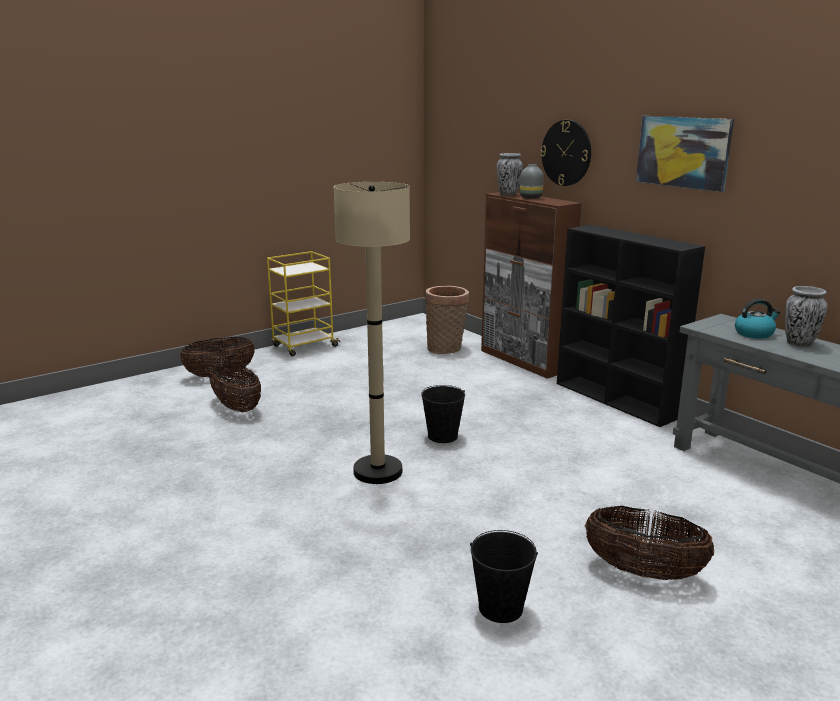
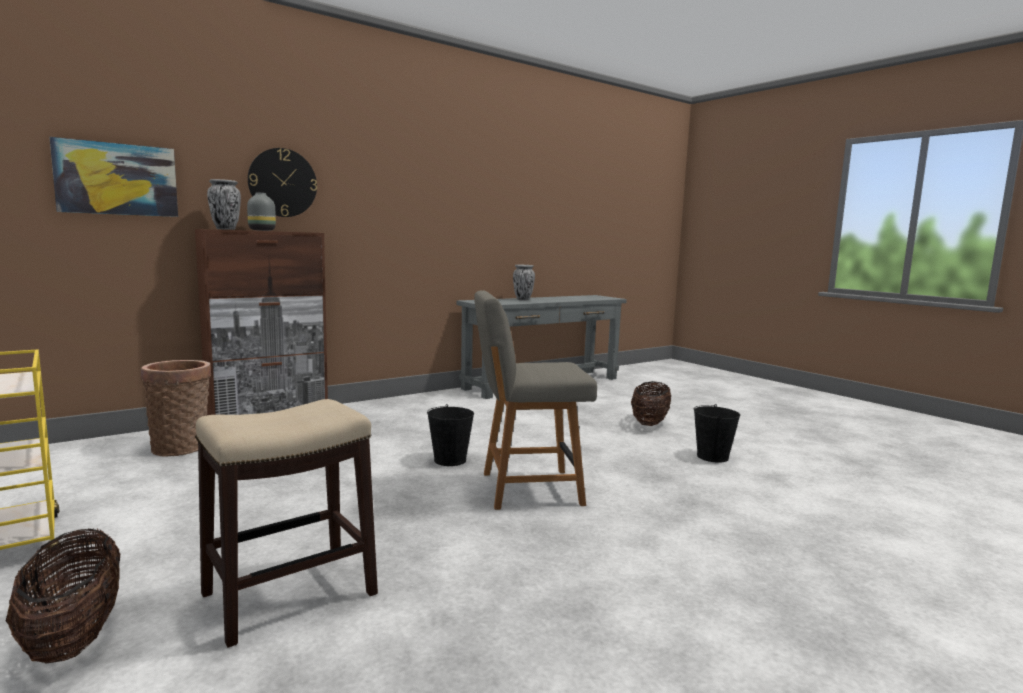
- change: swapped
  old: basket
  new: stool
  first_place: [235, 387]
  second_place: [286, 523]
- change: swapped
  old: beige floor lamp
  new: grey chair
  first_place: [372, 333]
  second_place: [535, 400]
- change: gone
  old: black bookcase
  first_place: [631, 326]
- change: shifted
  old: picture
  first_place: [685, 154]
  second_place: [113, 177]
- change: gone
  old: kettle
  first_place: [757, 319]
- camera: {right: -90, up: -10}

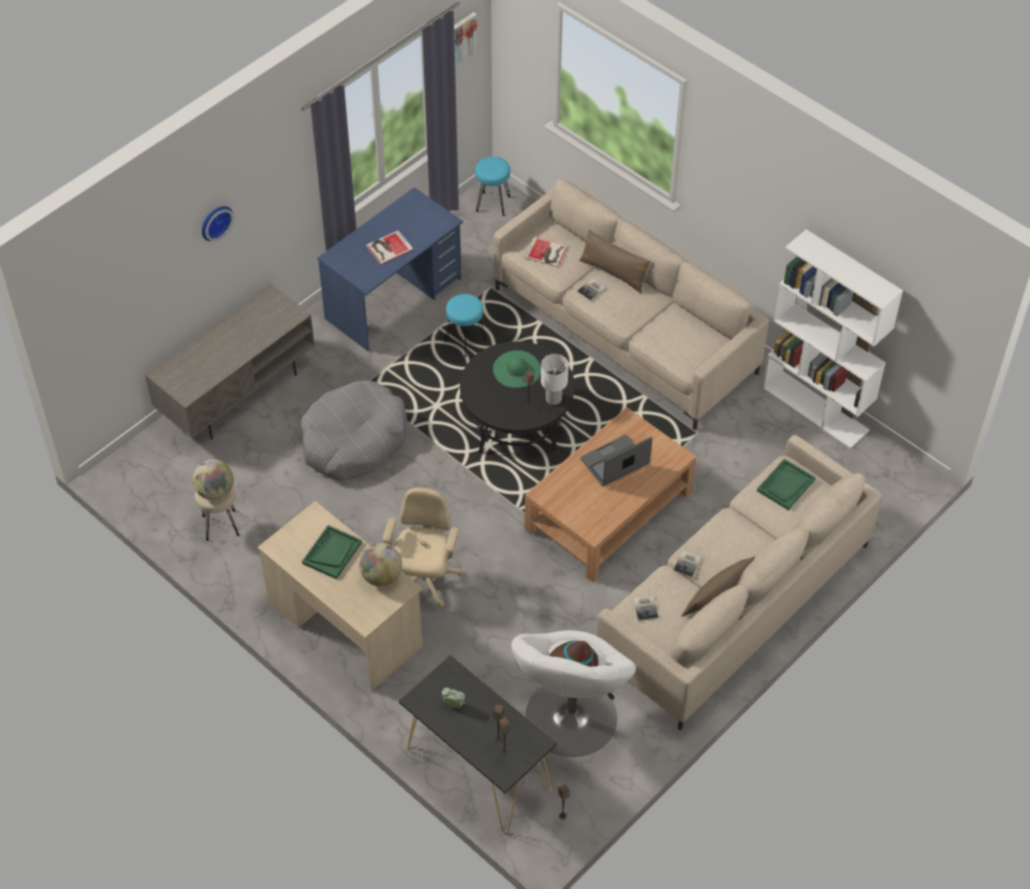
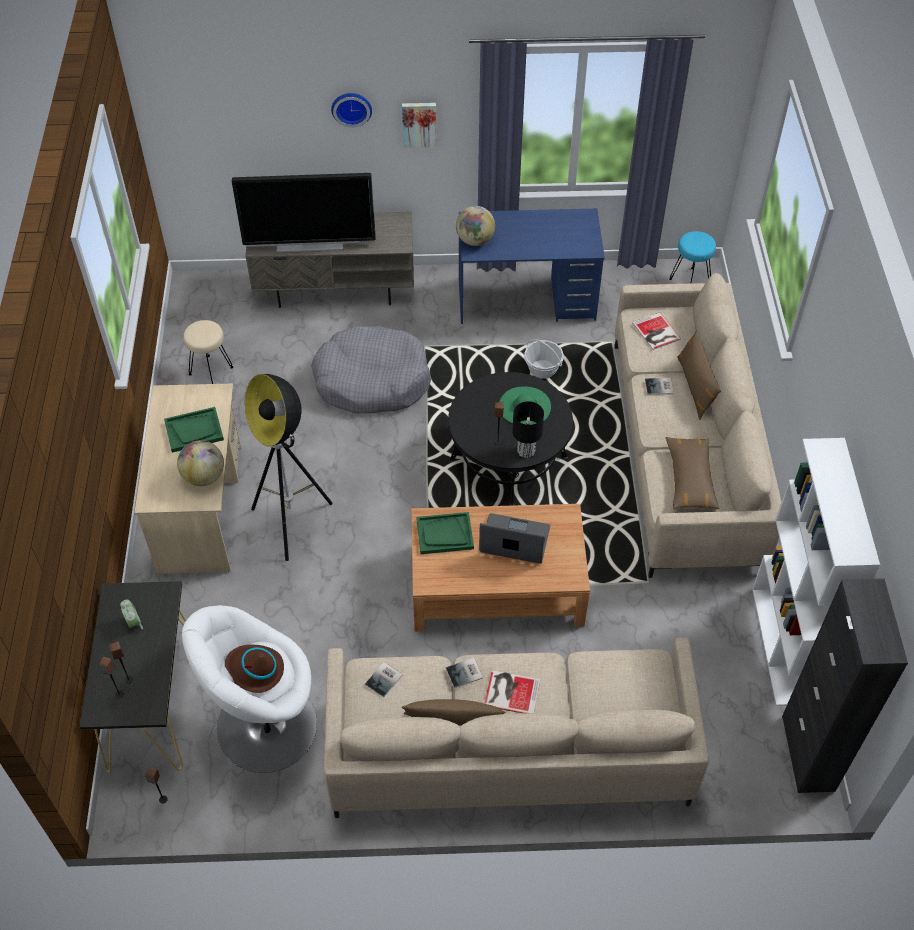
- change: shifted
  old: globe
  first_place: [213, 479]
  second_place: [475, 226]
- change: shifted
  old: book
  first_place: [390, 248]
  second_place: [512, 691]
- change: swapped
  old: beige office chair
  new: floor lamp
  first_place: [422, 548]
  second_place: [288, 467]
- change: swapped
  old: turquoise stool
  new: basket
  first_place: [465, 325]
  second_place: [544, 359]
- change: shifted
  old: picture
  first_place: [466, 38]
  second_place: [419, 125]
- change: repainted
  old: white table lamp
  new: black table lamp
  first_place: [555, 379]
  second_place: [528, 429]
- change: shifted
  old: green tray
  first_place: [786, 484]
  second_place: [445, 533]
- change: new
  new: television
  second_place: [304, 213]
- change: new
  new: brown pillow
  second_place: [692, 473]
- change: new
  new: black cabinet
  second_place: [845, 685]
- camera: {right: 45, up: 0}

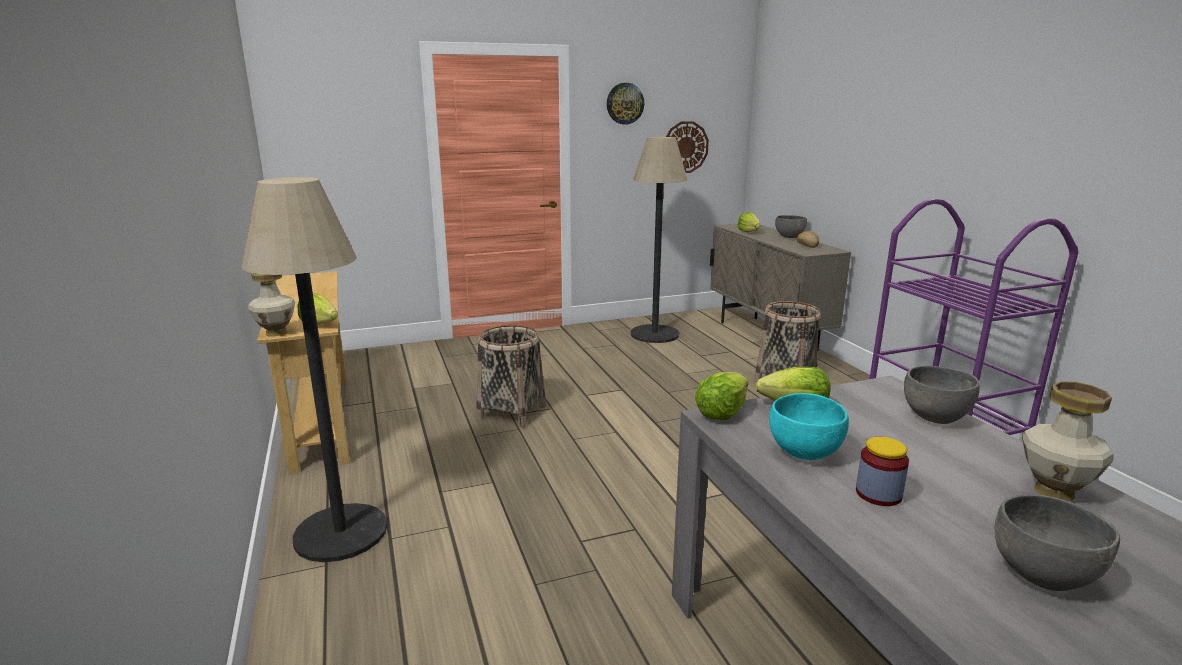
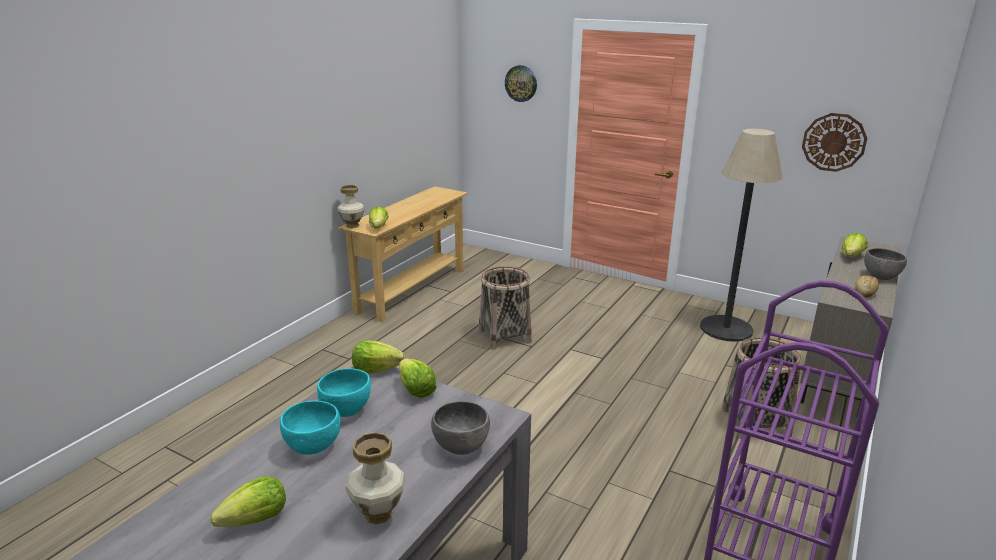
- change: gone
  old: floor lamp
  first_place: [314, 369]
- change: shifted
  old: wall clock
  first_place: [625, 104]
  second_place: [521, 83]
- change: swapped
  old: jar
  new: turquoise bowl
  first_place: [882, 471]
  second_place: [310, 428]
- change: swapped
  old: grey bowl
  new: lettuce
  first_place: [1057, 542]
  second_place: [248, 501]
- camera: {right: 50, up: 5}

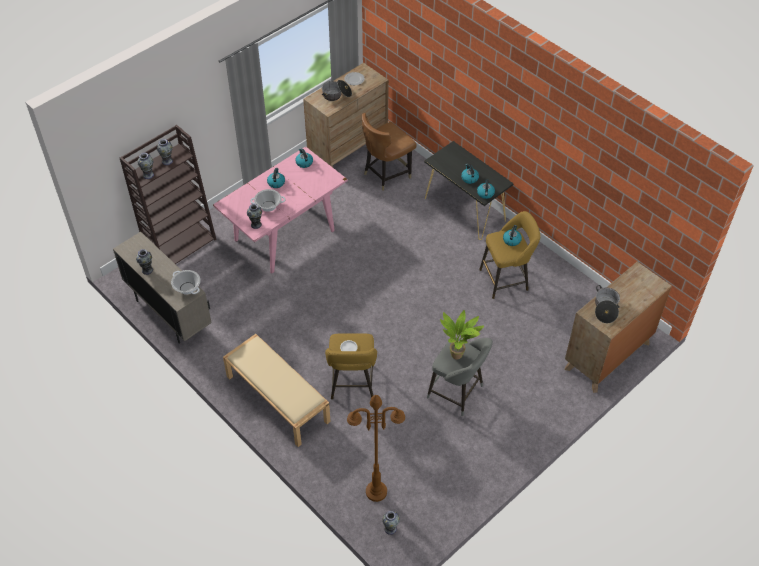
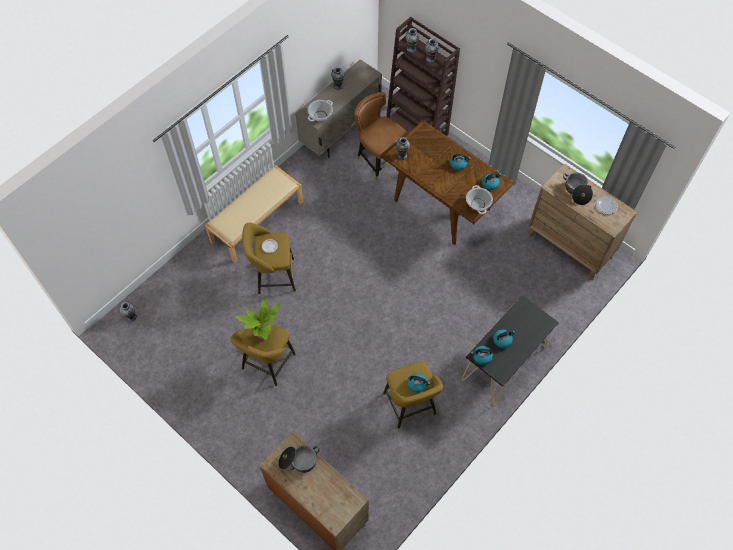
- change: repainted
  old: pink dining table
  new: brown dining table
  first_place: [280, 210]
  second_place: [448, 182]
- change: shifted
  old: cooking pot
  first_place: [268, 200]
  second_place: [479, 199]
- change: gone
  old: brown floor lamp
  first_place: [376, 448]
- change: shifted
  old: brown chair
  first_place: [389, 152]
  second_place: [381, 136]
- change: repainted
  old: grey stool
  new: yellow stool
  first_place: [460, 377]
  second_place: [263, 353]
- camera: {right: 85, up: 10}

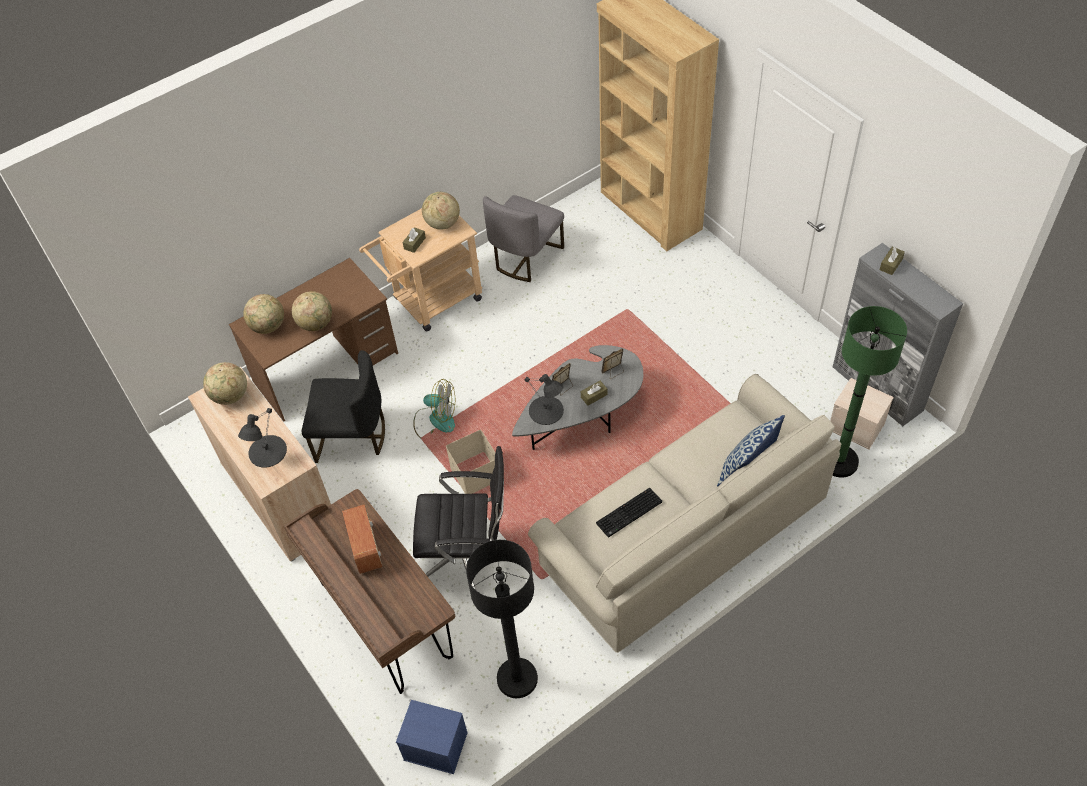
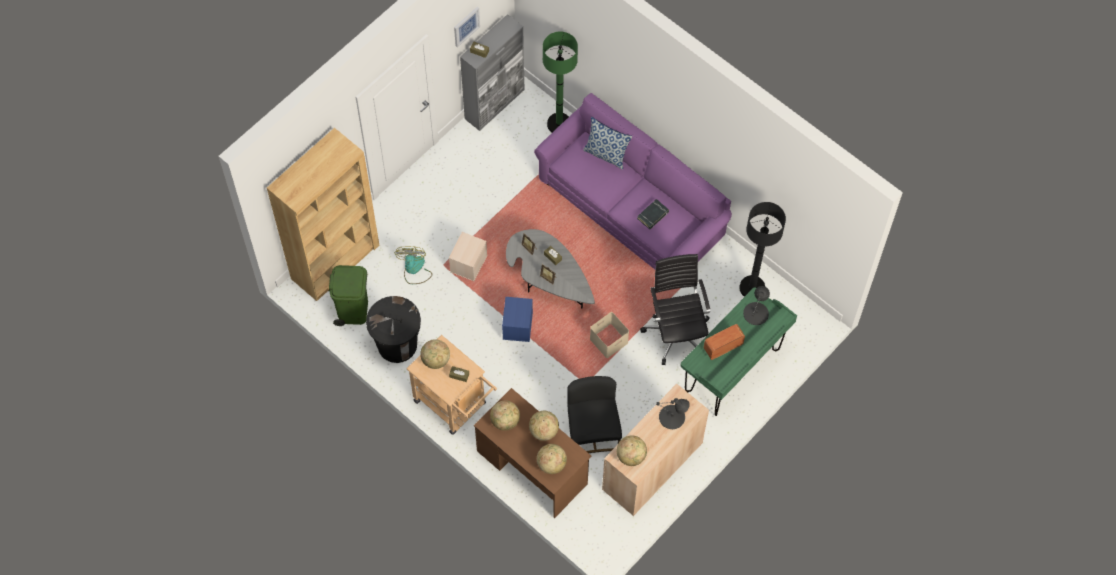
- change: repainted
  old: brown desk
  new: green desk
  first_place: [369, 591]
  second_place: [738, 351]
- change: shifted
  old: blue storage box
  first_place: [432, 737]
  second_place: [517, 319]
- change: shifted
  old: fan
  first_place: [434, 408]
  second_place: [413, 265]
- change: swapped
  old: grey chair
  new: black trash can
  first_place: [523, 238]
  second_place: [393, 329]
- change: shifted
  old: black table lamp
  first_place: [544, 399]
  second_place: [756, 305]
- change: repainted
  old: beige sofa
  new: purple sofa
  first_place: [684, 513]
  second_place: [633, 181]
- change: swapped
  old: keyboard
  new: black book
  first_place: [629, 513]
  second_place: [653, 214]
- change: shifted
  old: beige storage box
  first_place: [862, 413]
  second_place: [468, 256]
- change: new
  new: green trash can
  second_place: [348, 295]
- change: new
  new: picture
  second_place: [467, 27]
- change: new
  new: globe
  second_place: [505, 416]
- camera: {right: -105, up: 10}

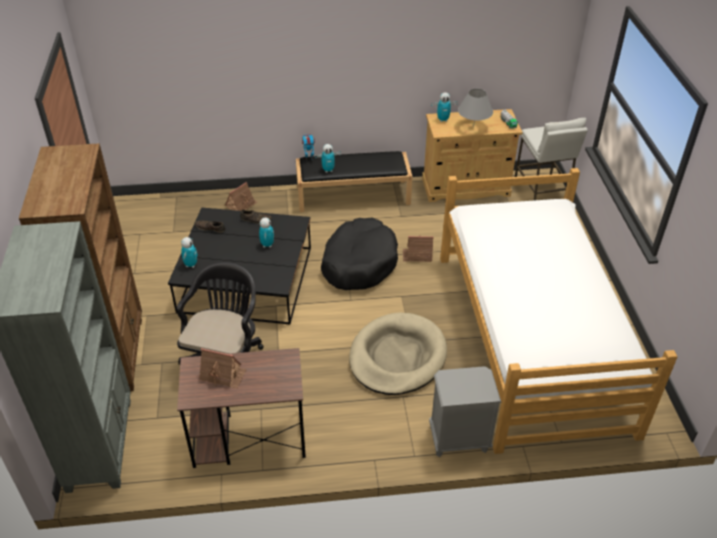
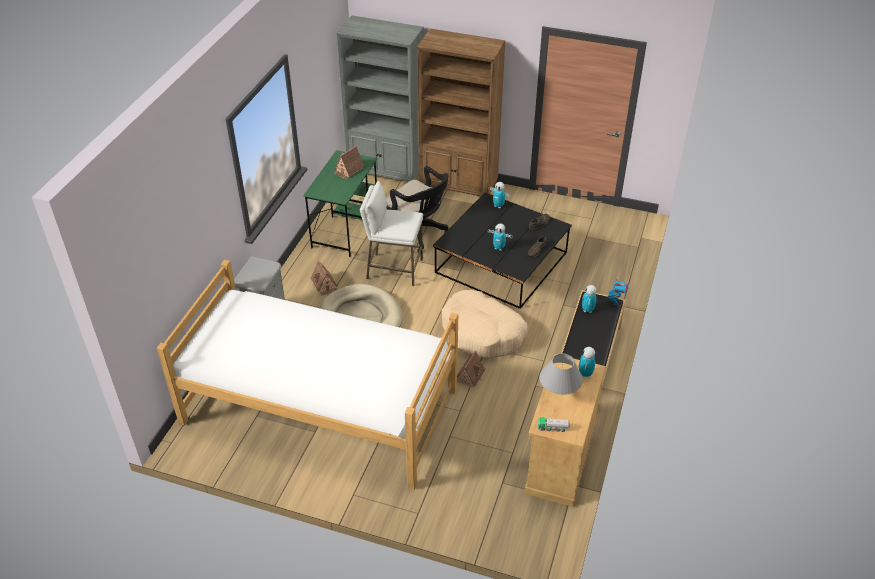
- change: repainted
  old: brown desk
  new: green desk
  first_place: [241, 408]
  second_place: [340, 203]
- change: shifted
  old: toy house
  first_place: [241, 196]
  second_place: [324, 278]
- change: repainted
  old: black dog bed
  new: beige dog bed
  first_place: [359, 253]
  second_place: [485, 324]
- change: shifted
  old: white stool
  first_place: [551, 159]
  second_place: [391, 233]
- camera: {right: 115, up: 0}

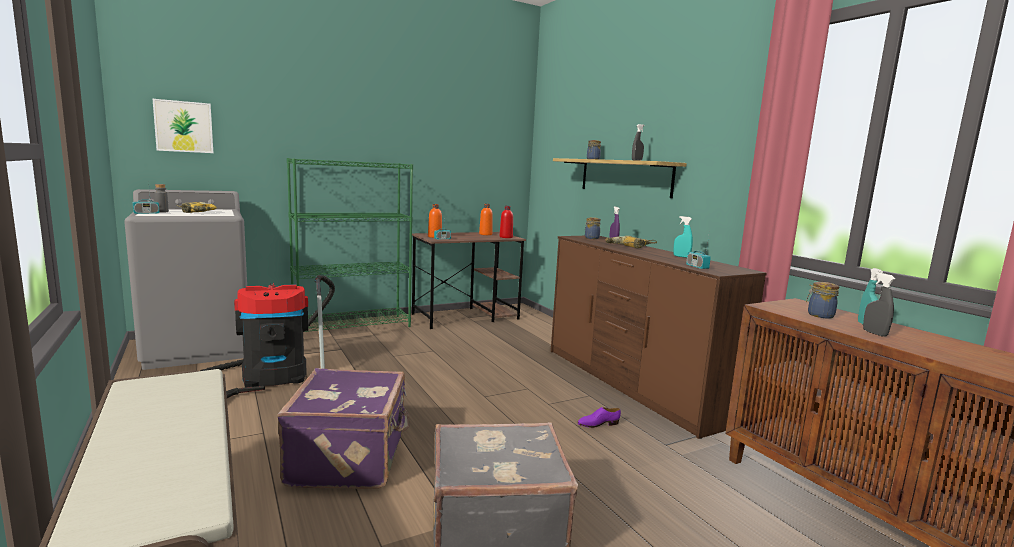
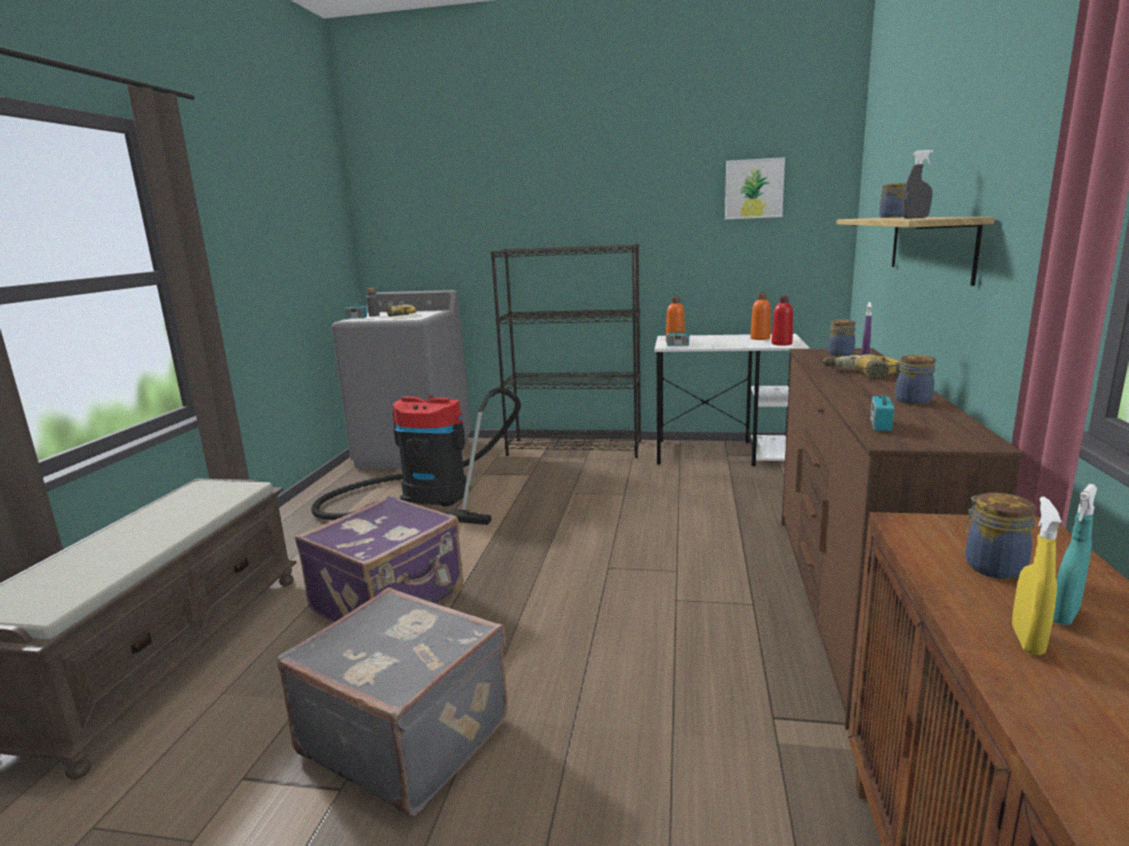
- change: shifted
  old: picture
  first_place: [183, 126]
  second_place: [755, 188]
- change: repainted
  old: green bookcase
  new: black bookcase
  first_place: [350, 245]
  second_place: [566, 351]
- change: repainted
  old: brown desk
  new: white desk
  first_place: [469, 280]
  second_place: [731, 400]
- change: gone
  old: purple shoe
  first_place: [599, 417]
- change: swapped
  old: turquoise spray bottle
  new: jar
  first_place: [683, 237]
  second_place: [916, 380]
- change: repainted
  old: grey spray bottle
  new: yellow spray bottle
  first_place: [879, 304]
  second_place: [1037, 576]
- camera: {right: 40, up: 5}

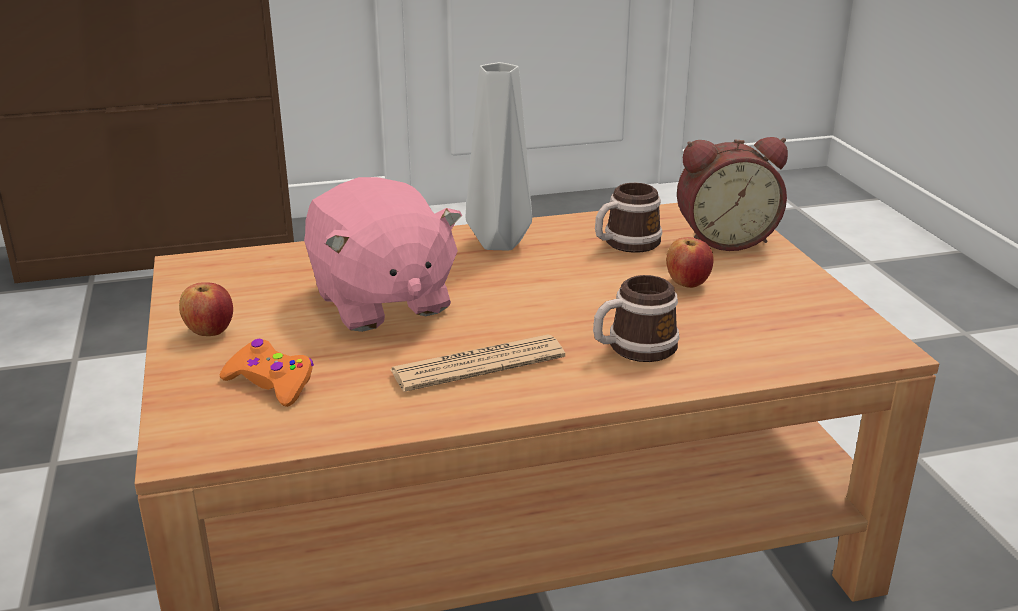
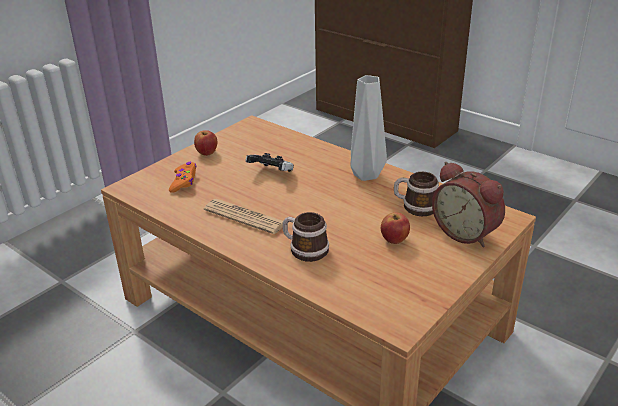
- change: swapped
  old: pink plush toy
  new: game controller
  first_place: [383, 254]
  second_place: [269, 162]
- camera: {right: 55, up: 5}

